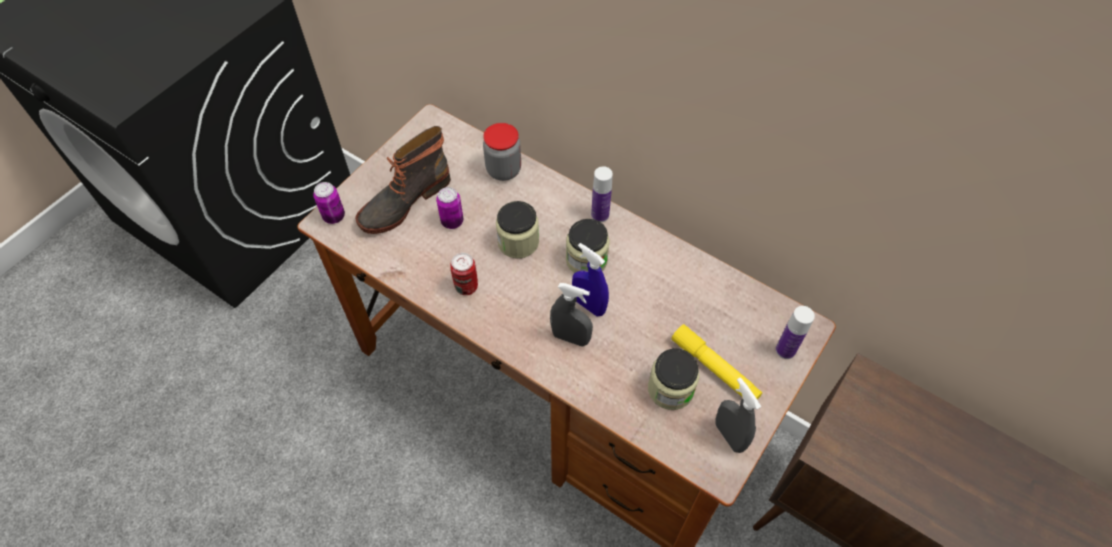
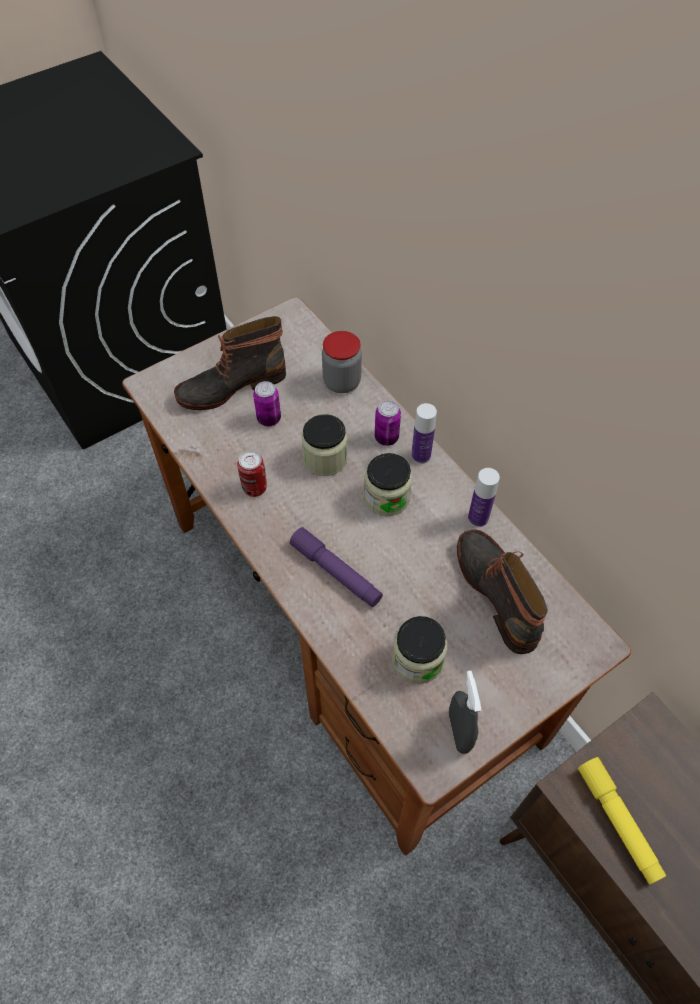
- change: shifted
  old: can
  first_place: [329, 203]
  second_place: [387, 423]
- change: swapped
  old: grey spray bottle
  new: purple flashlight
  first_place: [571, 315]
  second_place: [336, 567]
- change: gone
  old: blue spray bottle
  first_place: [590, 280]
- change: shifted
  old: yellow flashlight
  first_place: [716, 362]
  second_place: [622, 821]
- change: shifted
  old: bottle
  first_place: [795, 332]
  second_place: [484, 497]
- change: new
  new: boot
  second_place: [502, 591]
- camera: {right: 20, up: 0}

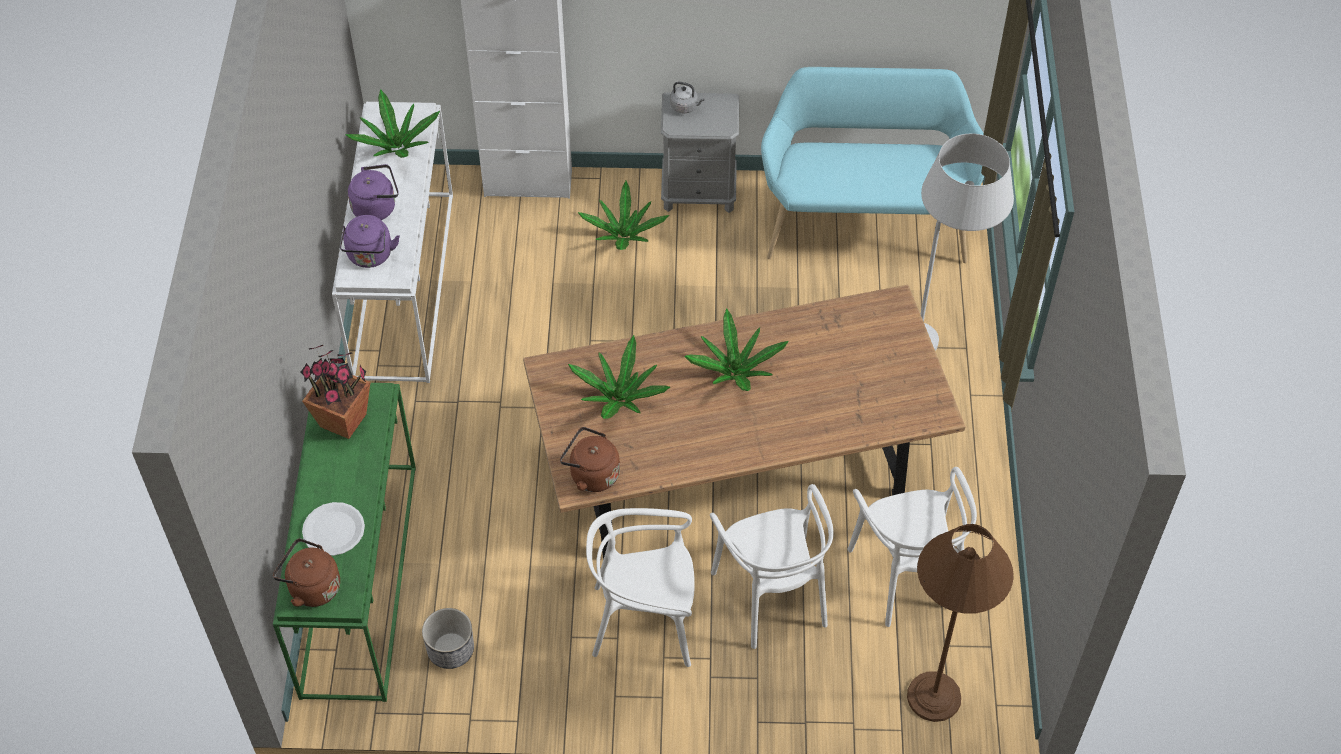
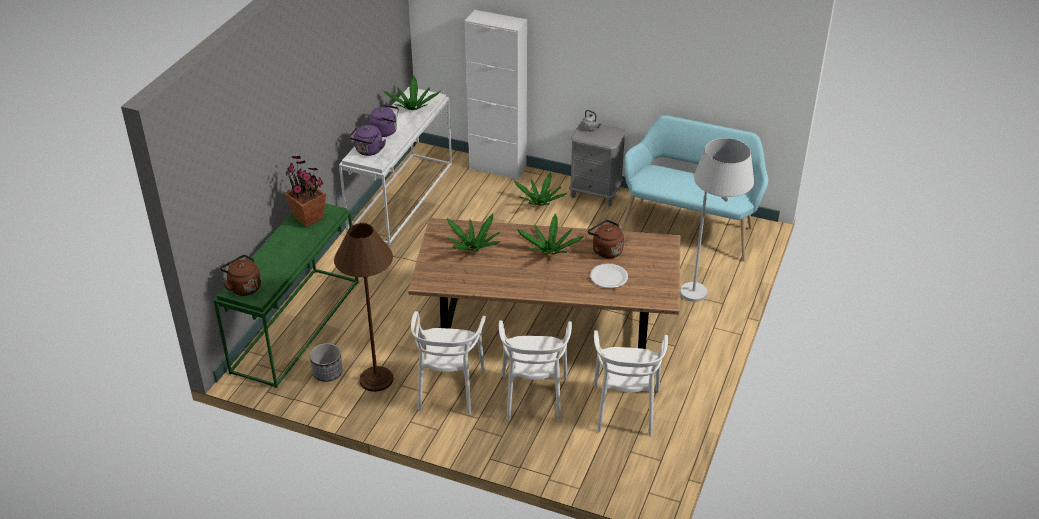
- change: shifted
  old: white plate
  first_place: [333, 529]
  second_place: [609, 276]
- change: shifted
  old: brown kettle
  first_place: [590, 459]
  second_place: [606, 239]
- change: rotated
  old: white chair
  first_place: [640, 587]
  second_place: [448, 363]
  degrees: -105
- change: shifted
  old: brown floor lamp
  first_place: [960, 623]
  second_place: [363, 307]
- camera: {right: 20, up: -15}

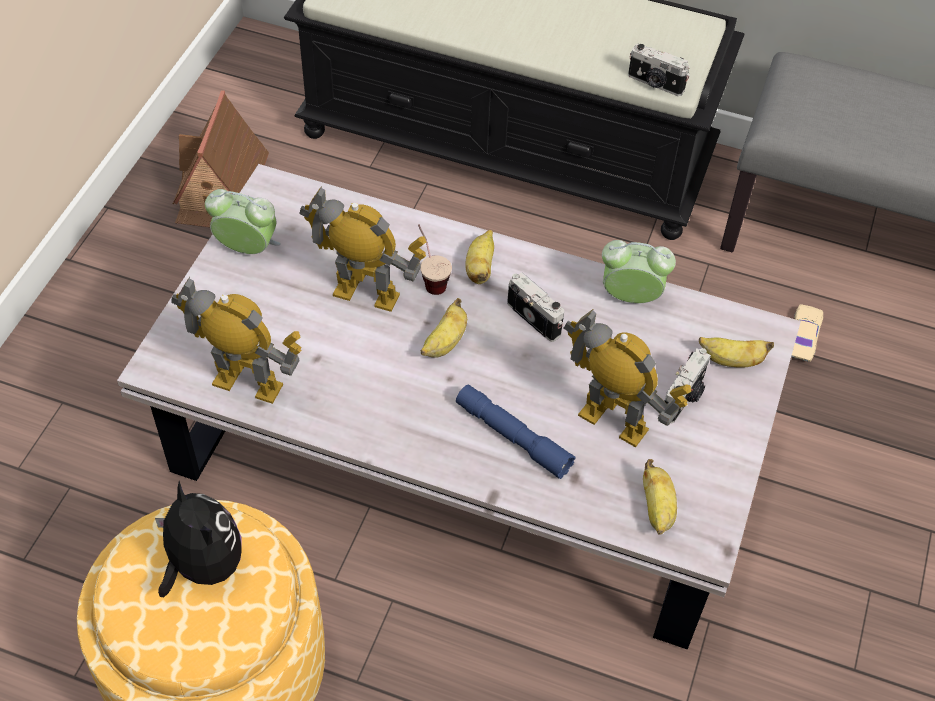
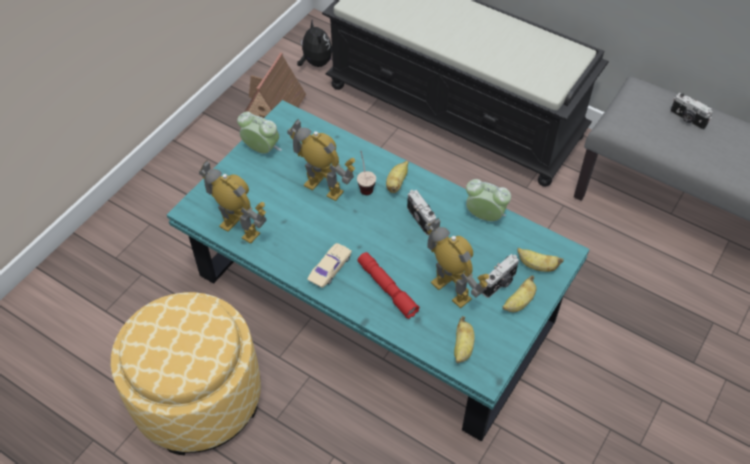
- change: repainted
  old: white coffee table
  new: turquoise coffee table
  first_place: [459, 407]
  second_place: [378, 271]
- change: shifted
  old: plush toy
  first_place: [198, 539]
  second_place: [314, 43]
- change: shifted
  old: banana
  first_place: [443, 328]
  second_place: [519, 293]
- change: repainted
  old: blue flashlight
  new: red flashlight
  first_place: [515, 432]
  second_place: [389, 285]
- change: shifted
  old: photo camera
  first_place: [659, 70]
  second_place: [691, 111]
- change: shifted
  old: beige toy car
  first_place: [807, 333]
  second_place: [329, 265]
- camera: {right: 15, up: 0}

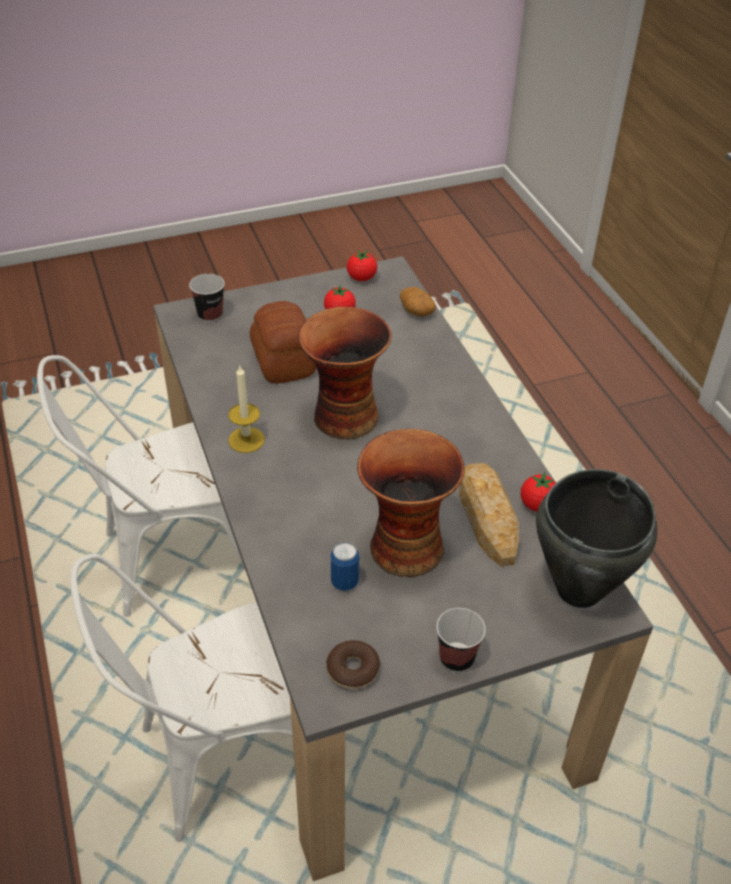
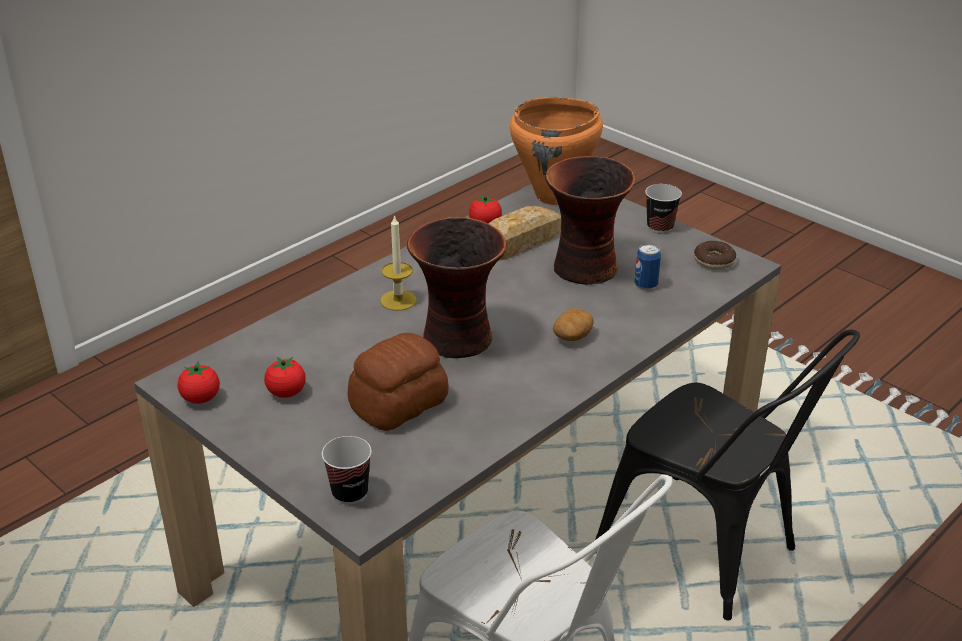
- change: repainted
  old: white chair
  new: black chair
  first_place: [181, 698]
  second_place: [727, 475]
- change: shifted
  old: candle
  first_place: [246, 409]
  second_place: [398, 263]
- change: shifted
  old: potato
  first_place: [418, 302]
  second_place: [573, 324]
- change: repainted
  old: black cooking pot
  new: orange cooking pot
  first_place: [596, 538]
  second_place: [556, 151]
- camera: {right: -115, up: -10}

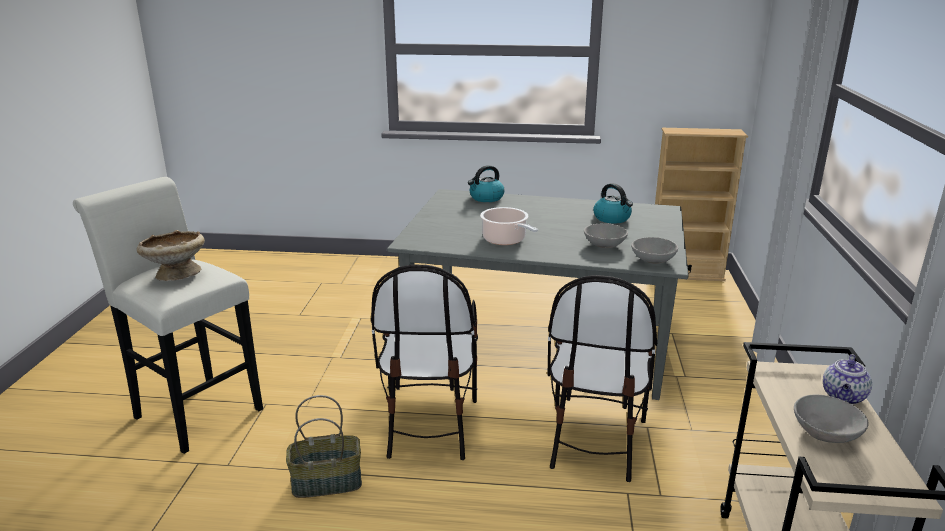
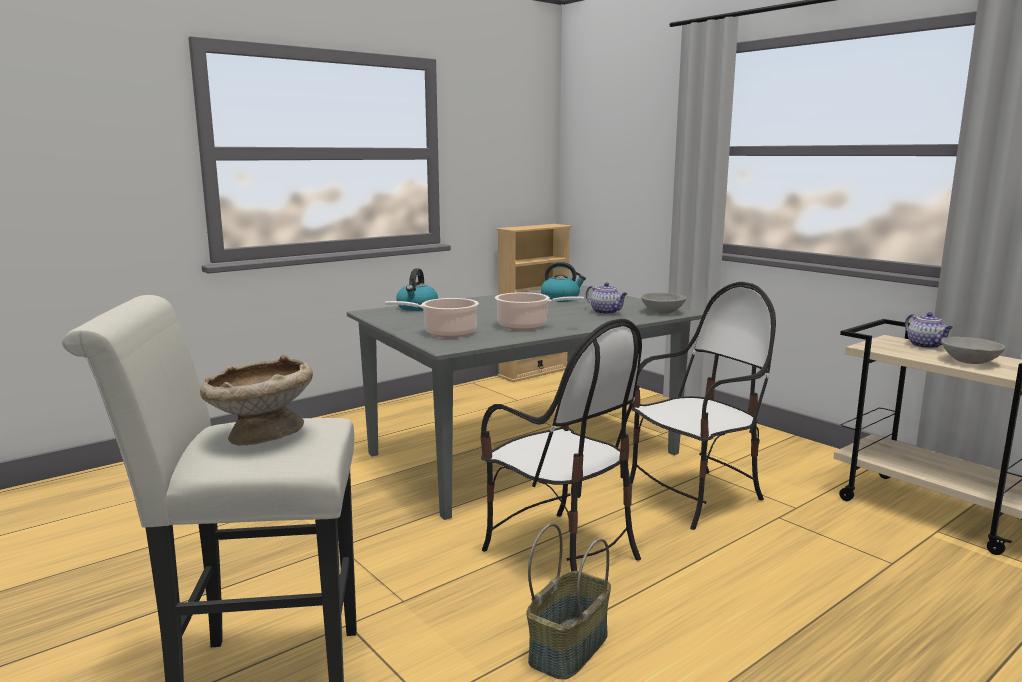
- change: rotated
  old: chair
  first_place: [602, 378]
  second_place: [703, 406]
  degrees: -90
- change: swapped
  old: grey bowl
  new: teapot
  first_place: [606, 235]
  second_place: [607, 298]
- change: new
  new: cooking pot
  second_place: [432, 318]
- camera: {right: -45, up: -10}

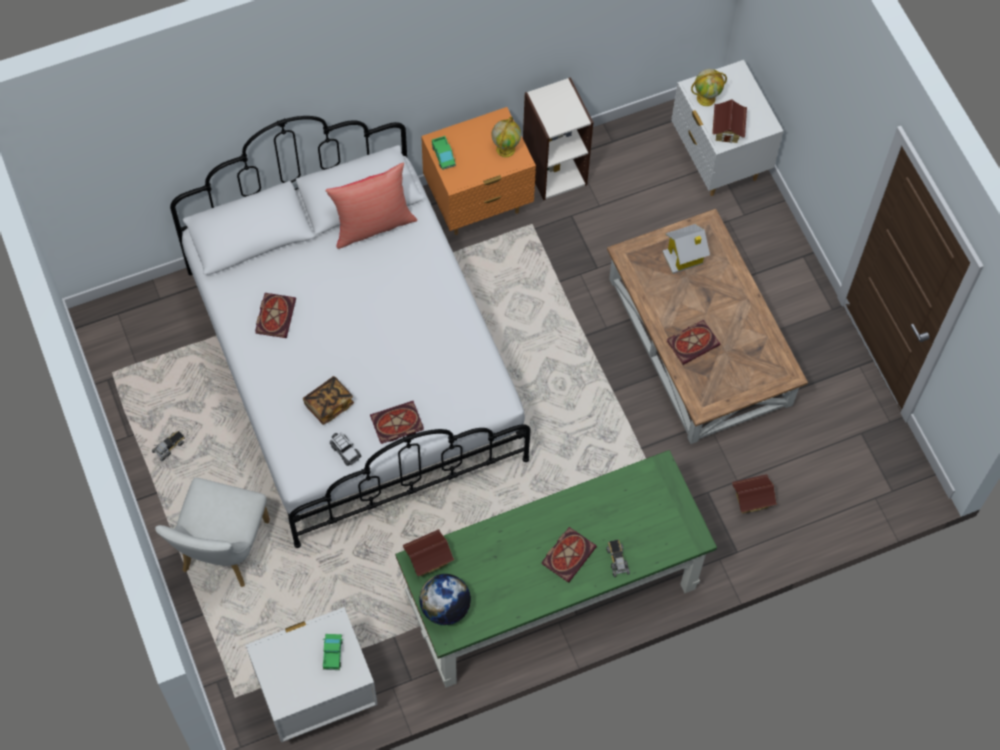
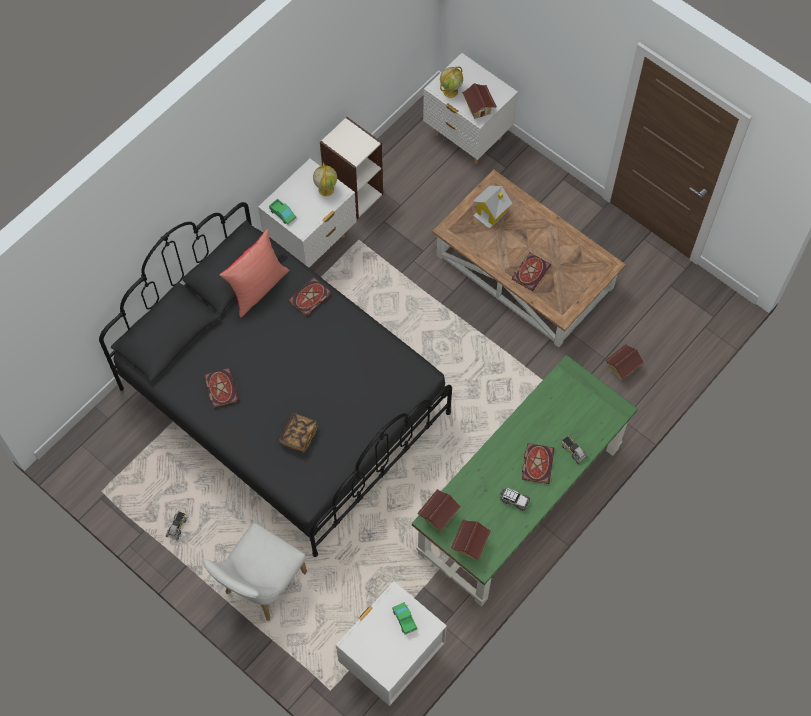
- change: rotated
  old: white chair
  first_place: [212, 532]
  second_place: [255, 572]
  degrees: 45
- change: repainted
  old: white bed
  new: black bed
  first_place: [350, 332]
  second_place: [275, 379]
- change: shifted
  old: toy car
  first_place: [345, 449]
  second_place: [515, 499]
- change: shifted
  old: book
  first_place: [397, 422]
  second_place: [310, 297]
- change: swapped
  old: globe
  new: toy house
  first_place: [445, 599]
  second_place: [471, 539]
- change: repainted
  old: orange nightstand
  new: white nightstand
  first_place: [478, 171]
  second_place: [307, 213]
- camera: {right: -25, up: 0}

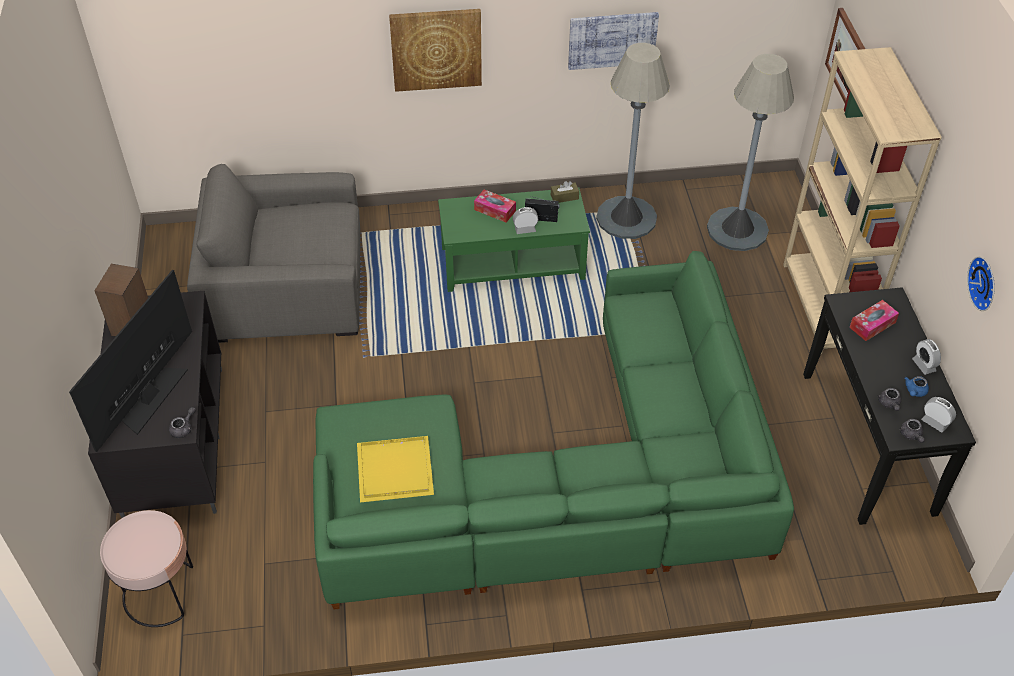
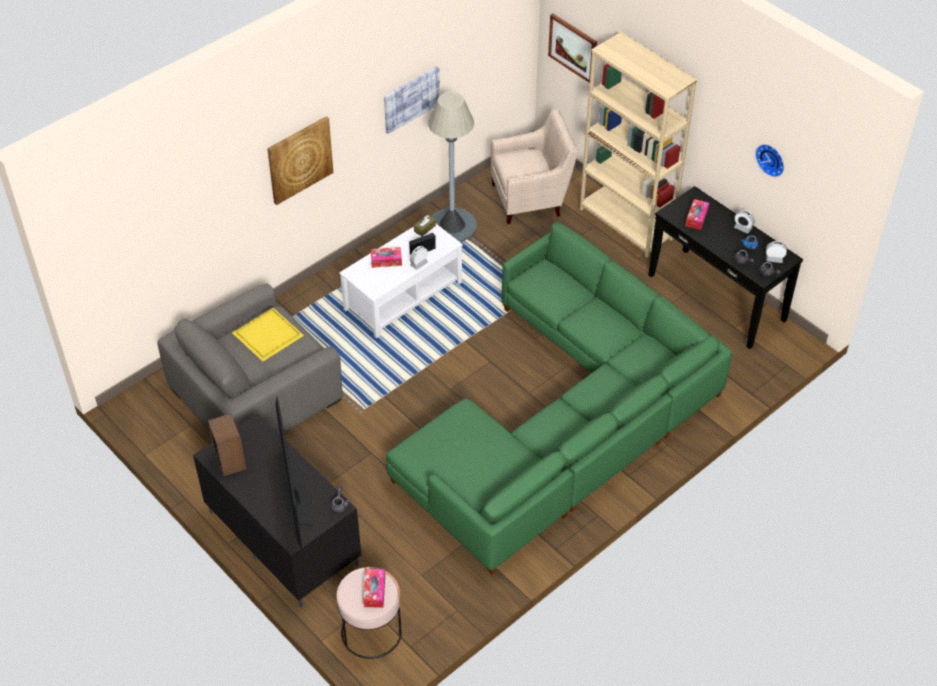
- change: shifted
  old: yellow tray
  first_place: [395, 469]
  second_place: [268, 334]
- change: repainted
  old: green coffee table
  new: white coffee table
  first_place: [514, 240]
  second_place: [401, 281]
- change: swapped
  old: grey floor lamp
  new: beige armchair
  first_place: [750, 152]
  second_place: [534, 166]
- change: new
  new: tissue box
  second_place: [374, 588]
- camera: {right: -35, up: 0}

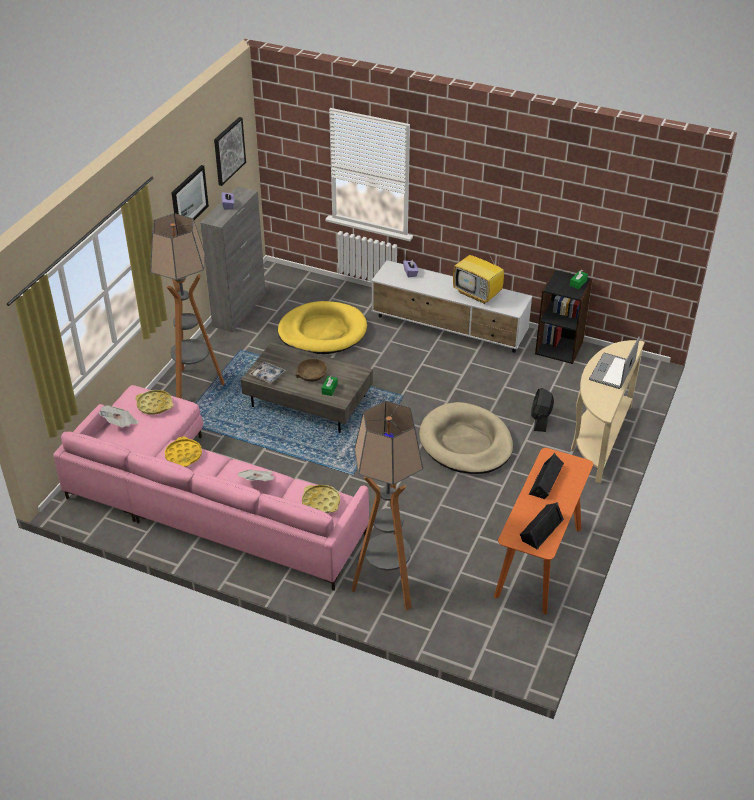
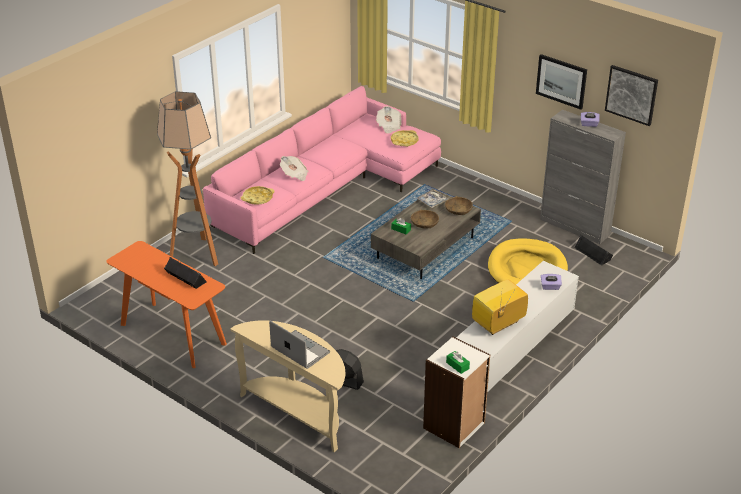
- change: gone
  old: floor lamp
  first_place: [187, 306]
- change: gone
  old: yellow tray
  first_place: [183, 452]
- change: gone
  old: beige dog bed
  first_place: [466, 438]
- change: shifted
  old: black speaker
  first_place: [542, 525]
  second_place: [594, 250]
- change: repainted
  old: black bookcase
  new: white bookcase
  first_place: [563, 317]
  second_place: [456, 392]
- change: new
  new: brown bowl
  second_place: [459, 205]
- camera: {right: 105, up: -5}

